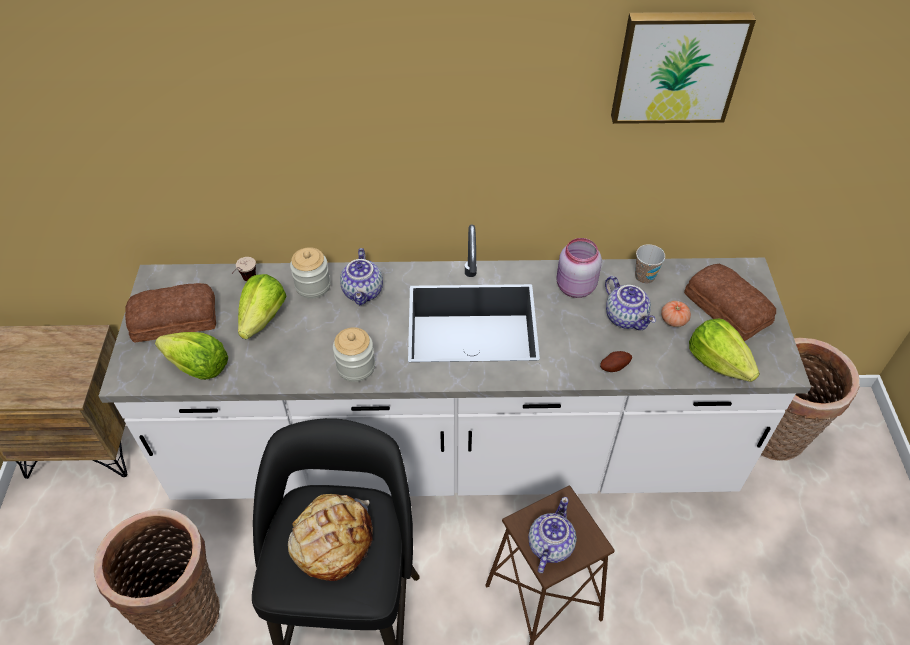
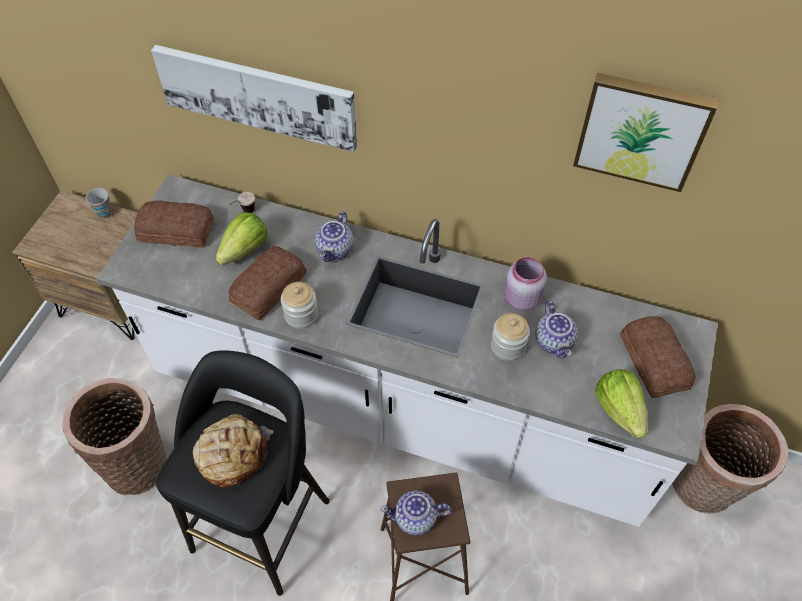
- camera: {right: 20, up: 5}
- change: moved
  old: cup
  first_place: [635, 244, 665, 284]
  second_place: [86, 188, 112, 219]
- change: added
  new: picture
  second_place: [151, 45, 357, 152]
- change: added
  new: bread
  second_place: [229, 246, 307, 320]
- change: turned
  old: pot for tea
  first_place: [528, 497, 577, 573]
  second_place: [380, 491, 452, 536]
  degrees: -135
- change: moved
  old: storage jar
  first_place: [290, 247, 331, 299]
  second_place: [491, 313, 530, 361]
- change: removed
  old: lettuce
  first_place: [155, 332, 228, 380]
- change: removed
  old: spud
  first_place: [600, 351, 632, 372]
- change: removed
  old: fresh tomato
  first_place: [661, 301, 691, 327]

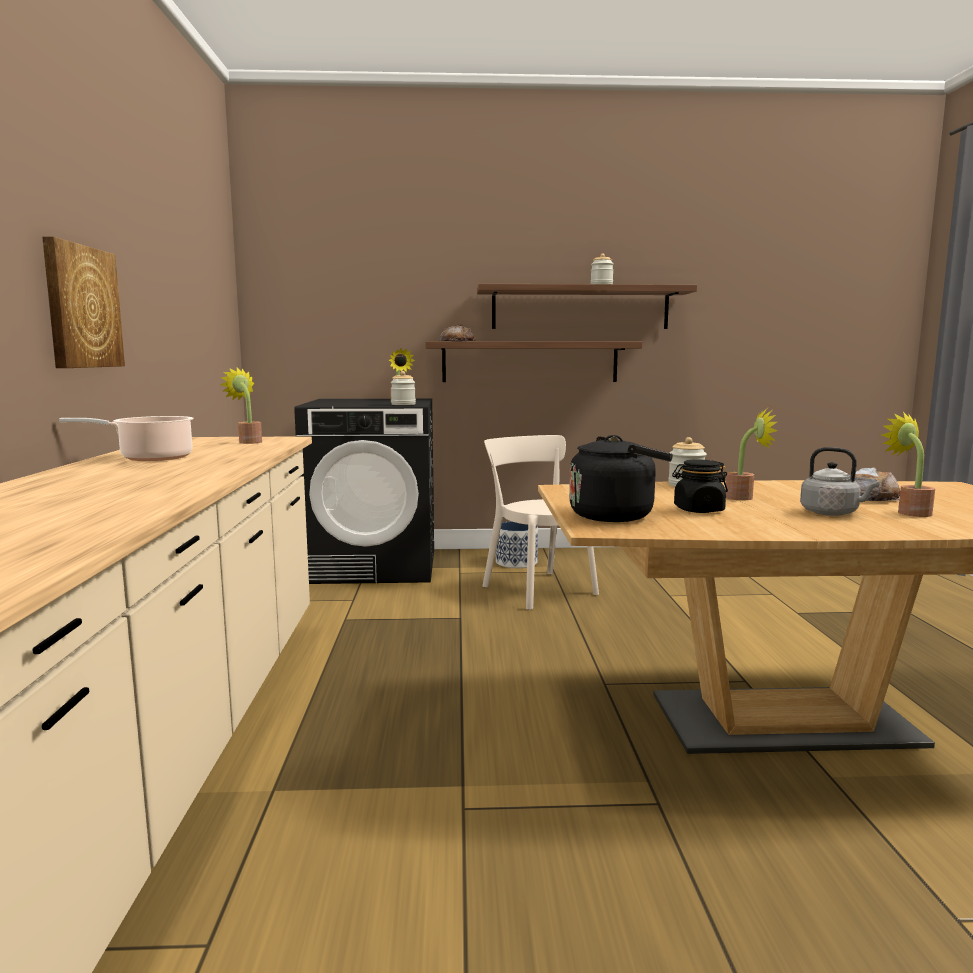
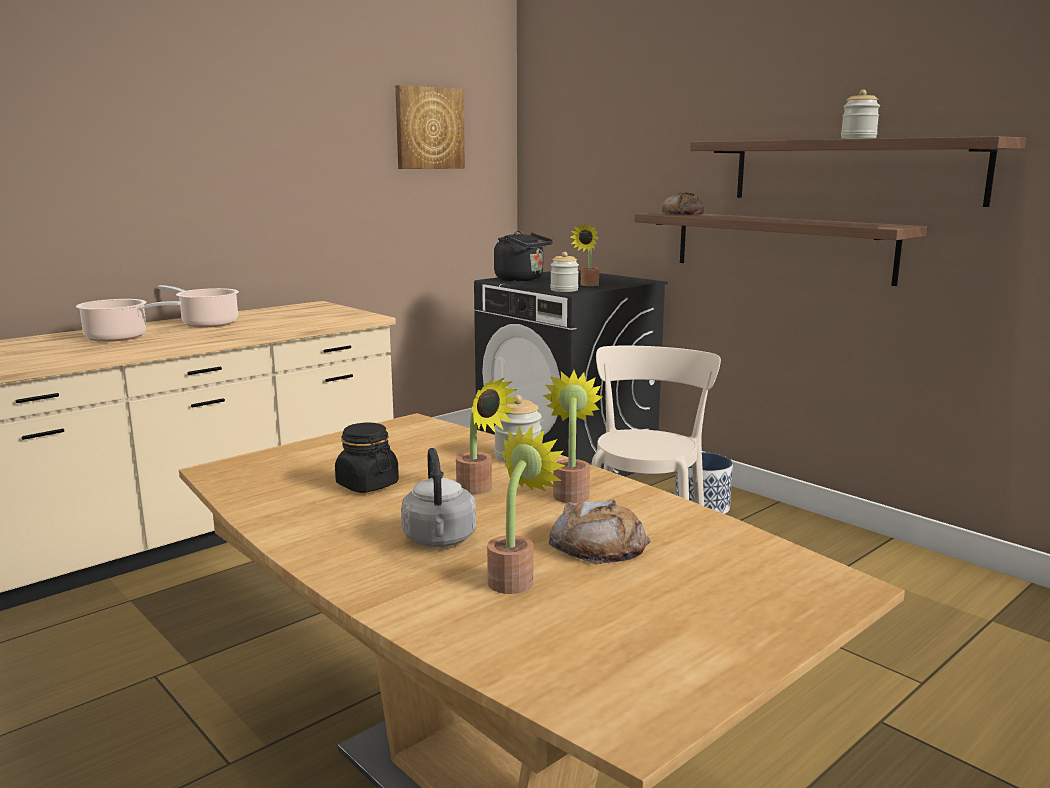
- camera: {right: 50, up: 5}
- change: added
  new: cooking pot
  second_place: [76, 299, 181, 342]
- change: moved
  old: picture
  first_place: [42, 237, 125, 368]
  second_place: [395, 85, 465, 169]
- change: moved
  old: blackish kettle
  first_place: [569, 435, 673, 522]
  second_place: [494, 231, 553, 281]
- change: moved
  old: plant in a pot
  first_place: [219, 367, 262, 444]
  second_place: [543, 370, 603, 503]

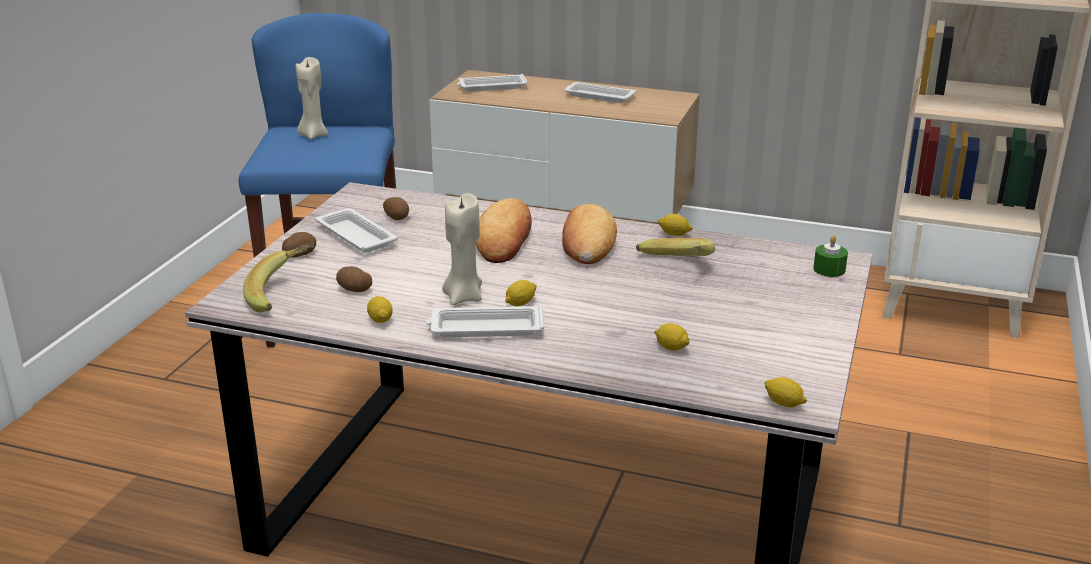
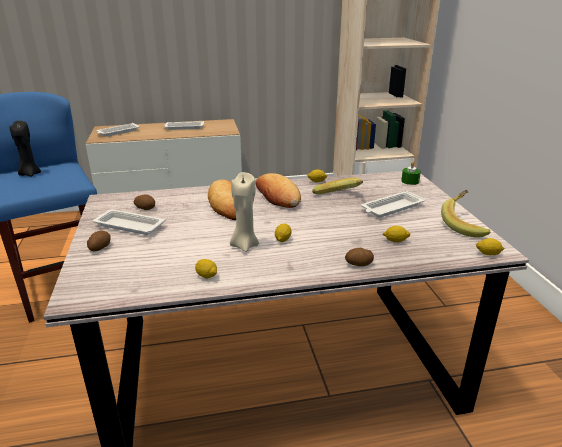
- camera: {right: -30, up: 0}
- change: recoloured
  old: beige-coloured wax candle
  new: blackish wax candle
  first_place: [296, 57, 328, 139]
  second_place: [9, 121, 41, 176]
- change: moved
  old: spud
  first_place: [336, 266, 372, 292]
  second_place: [345, 248, 374, 266]
- change: moved
  old: whitish carrying tray
  first_place: [426, 305, 544, 337]
  second_place: [361, 190, 425, 217]
- change: moved
  old: banana fruit
  first_place: [243, 243, 314, 313]
  second_place: [441, 190, 490, 238]

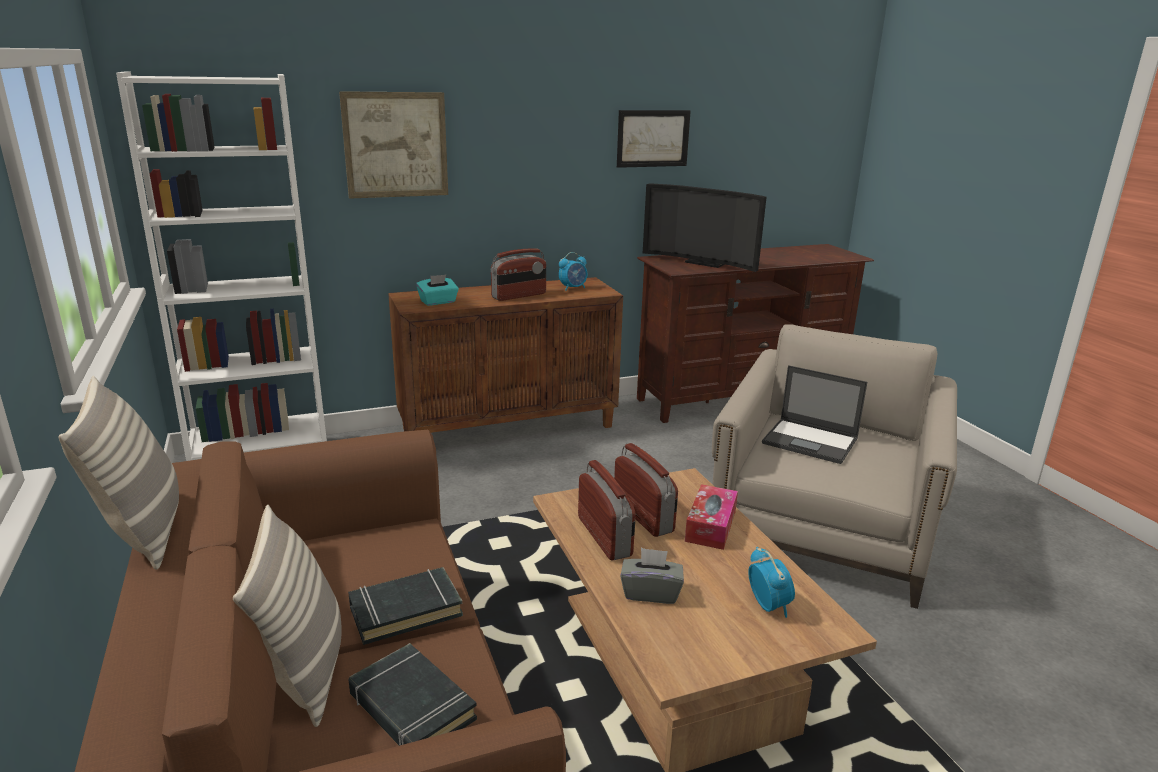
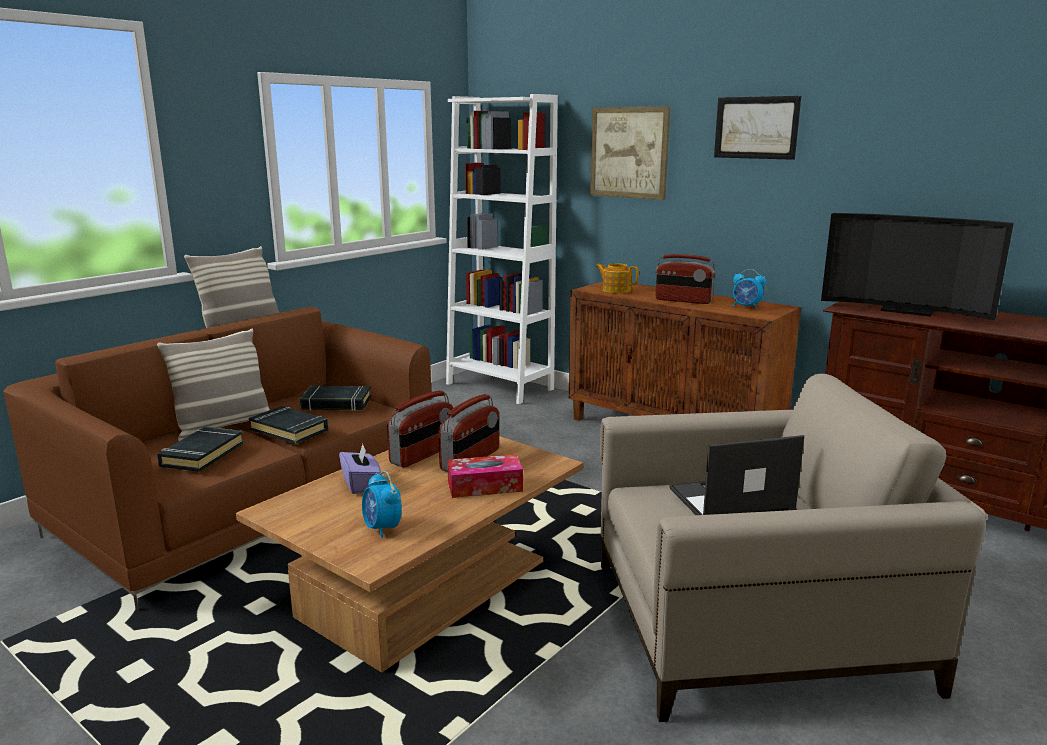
- camera: {right: 60, up: -5}
- change: added
  new: blackish bound book
  second_place: [300, 386, 371, 411]
- change: recoloured
  old: gray tissue box
  new: purplish tissue box
  first_place: [620, 548, 684, 604]
  second_place: [339, 444, 381, 494]
- change: turned
  old: alarm clock
  first_place: [748, 547, 795, 618]
  second_place: [362, 471, 402, 538]
  degrees: 105
- change: replaced
  old: turquoise-coloured tissue box
  new: pot for tea
  first_place: [416, 275, 459, 306]
  second_place: [596, 263, 638, 294]
- change: turned
  old: notebook computer
  first_place: [762, 365, 867, 464]
  second_place: [669, 435, 804, 515]
  degrees: 75
- change: moved
  old: picture
  first_place: [617, 110, 691, 168]
  second_place: [714, 96, 801, 160]
- change: turned
  old: TV set
  first_place: [643, 183, 766, 272]
  second_place: [821, 213, 1014, 320]
  degrees: -60

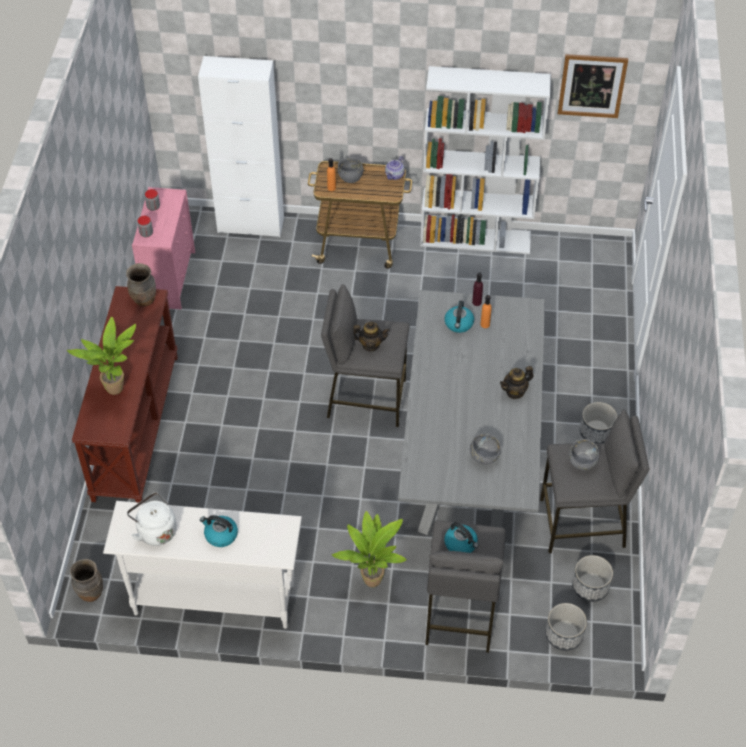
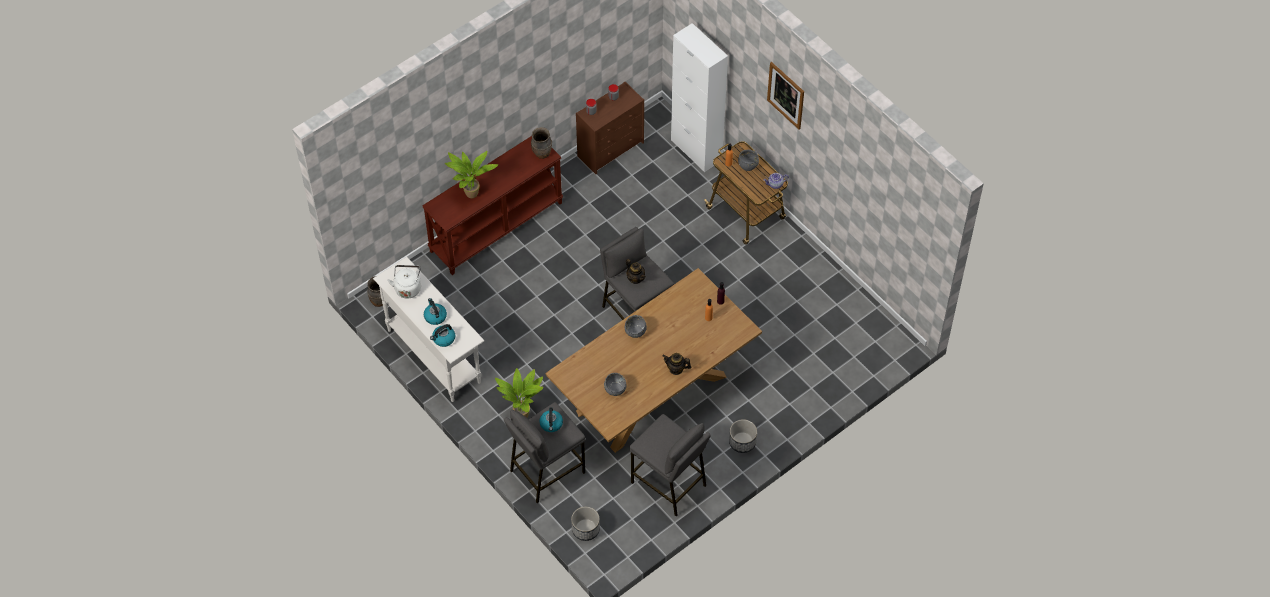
- camera: {right: 45, up: 5}
- change: moved
  old: kettle
  first_place: [445, 301, 474, 333]
  second_place: [430, 324, 455, 347]
- change: recoloured
  old: gray dinner table
  new: brownish dinner table
  first_place: [398, 290, 545, 535]
  second_place: [546, 268, 762, 453]
- change: recoloured
  old: pinkish drawer chest
  new: brownish drawer chest
  first_place: [132, 187, 195, 309]
  second_place: [576, 82, 644, 174]
- change: moved
  old: gray serving bowl
  first_place: [569, 439, 599, 470]
  second_place: [625, 315, 647, 338]
- change: moved
  old: picture
  first_place: [558, 54, 628, 118]
  second_place: [767, 62, 804, 129]
- change: removed
  old: whitish bookcase
  first_place: [420, 66, 551, 254]
- change: removed
  old: plant pot
  first_place: [572, 555, 613, 602]

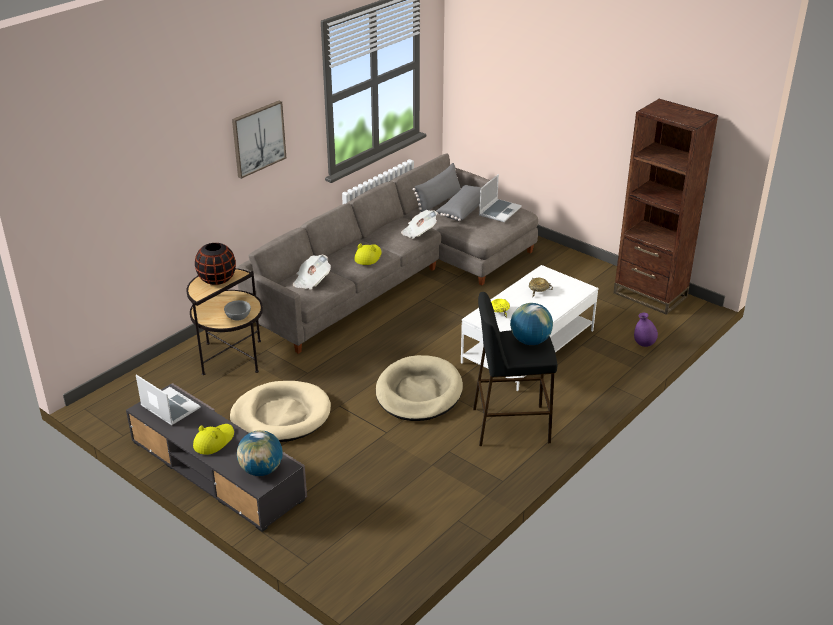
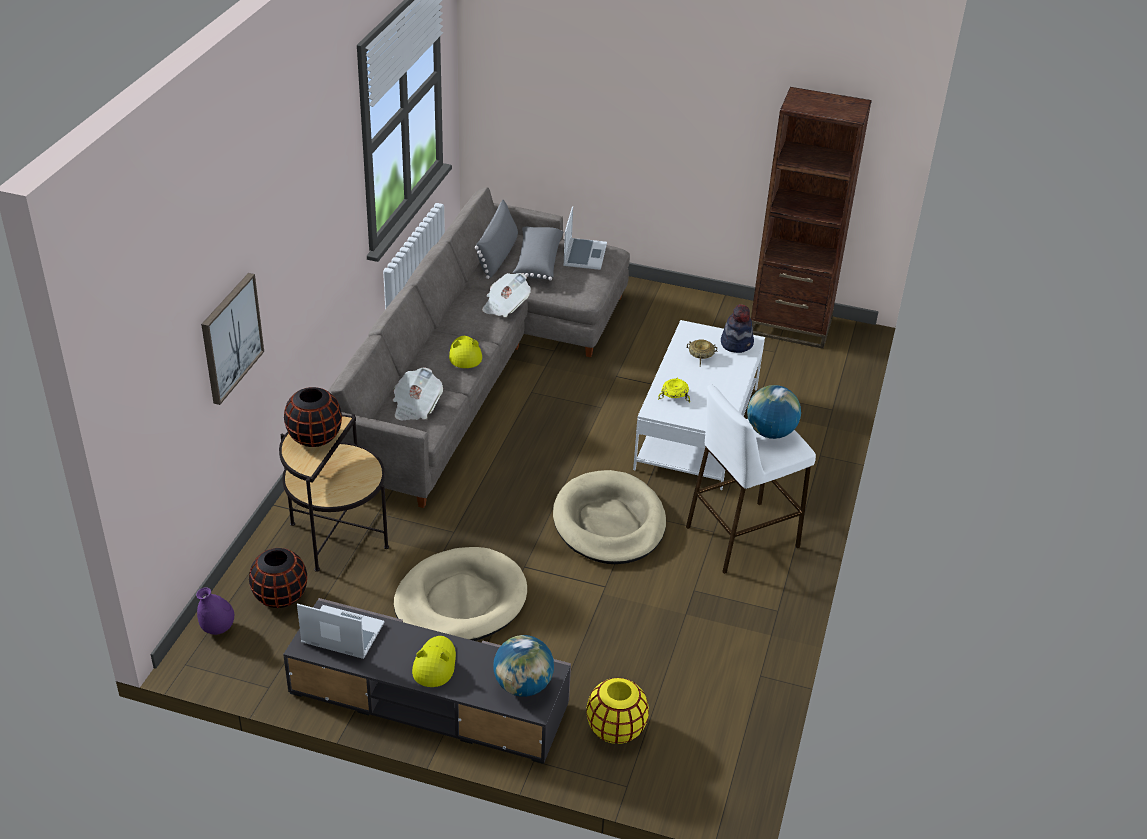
- camera: {right: -25, up: 5}
- change: moved
  old: purplish vase
  first_place: [634, 313, 658, 347]
  second_place: [196, 587, 234, 635]
- change: moved
  old: picture
  first_place: [232, 101, 286, 179]
  second_place: [201, 273, 264, 405]
- change: added
  new: blackish vase
  second_place: [249, 548, 307, 608]
- change: added
  new: yellowish vase
  second_place: [586, 678, 649, 744]
- change: recoloured
  old: blackish stool seat
  new: whitish stool seat
  first_place: [473, 292, 557, 446]
  second_place: [686, 384, 816, 574]
- change: added
  new: clothing hat
  second_place: [721, 304, 754, 353]
- change: removed
  old: gray serving bowl
  first_place: [224, 300, 251, 321]

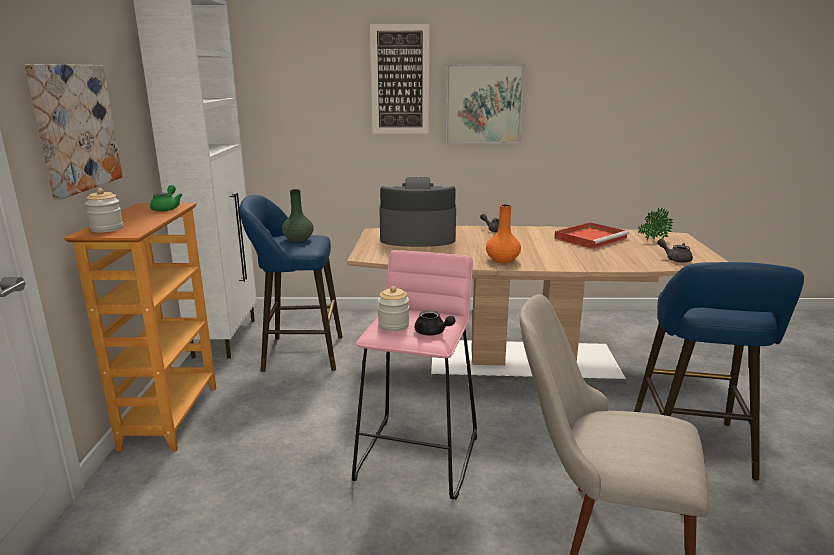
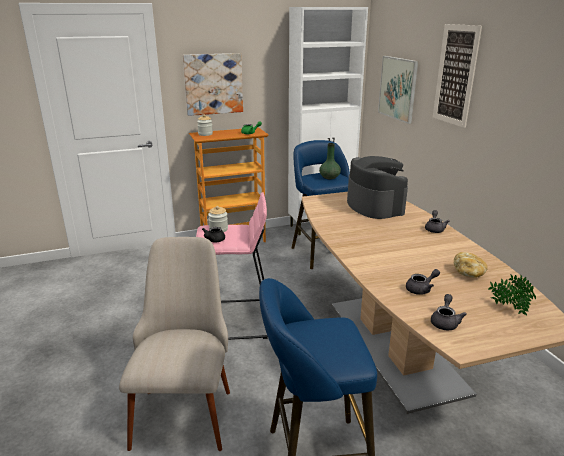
- camera: {right: 70, up: 5}
- change: moved
  old: picture
  first_place: [445, 64, 525, 143]
  second_place: [378, 56, 418, 124]
- change: added
  new: gray pot for tea
  second_place: [406, 269, 440, 295]
- change: replaced
  old: red-coloured carrying tray
  new: bread
  first_place: [554, 222, 629, 249]
  second_place: [454, 252, 488, 278]
- change: removed
  old: orange vase
  first_place: [486, 204, 521, 263]

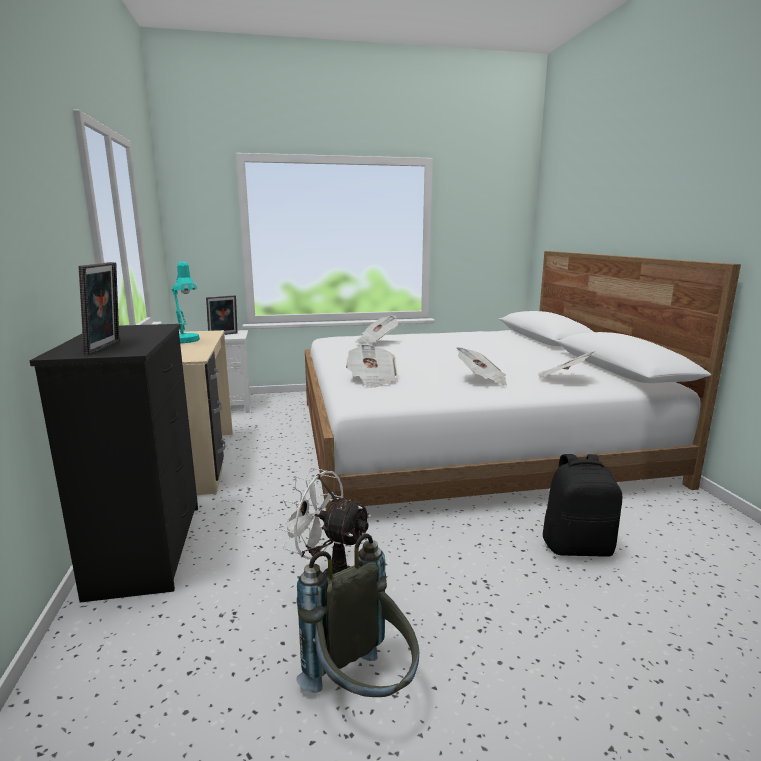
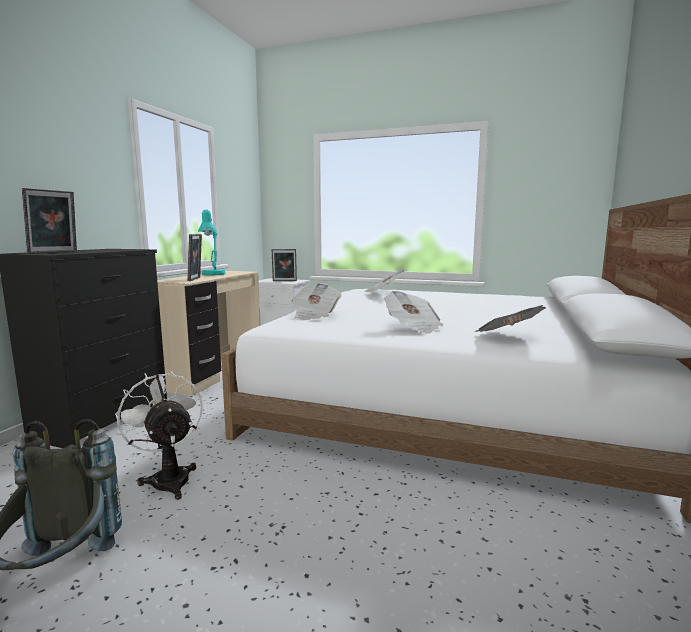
- camera: {right: 30, up: -5}
- change: added
  new: picture frame
  second_place: [187, 234, 202, 281]
- change: removed
  old: blackish knapsack
  first_place: [543, 454, 622, 557]

